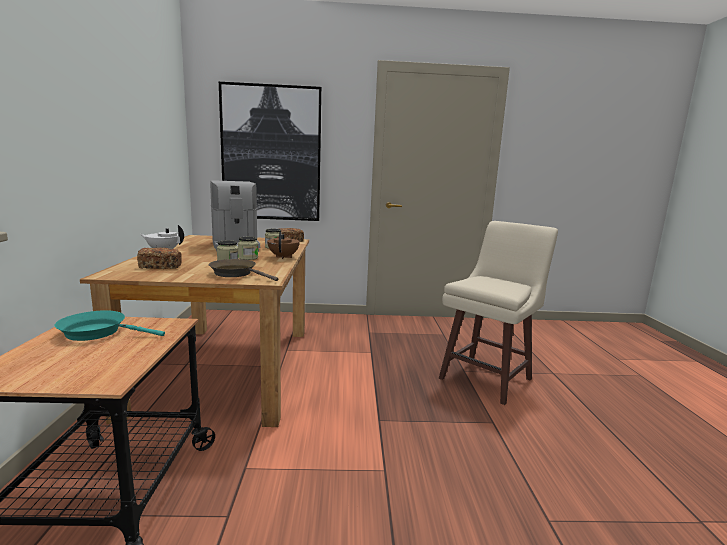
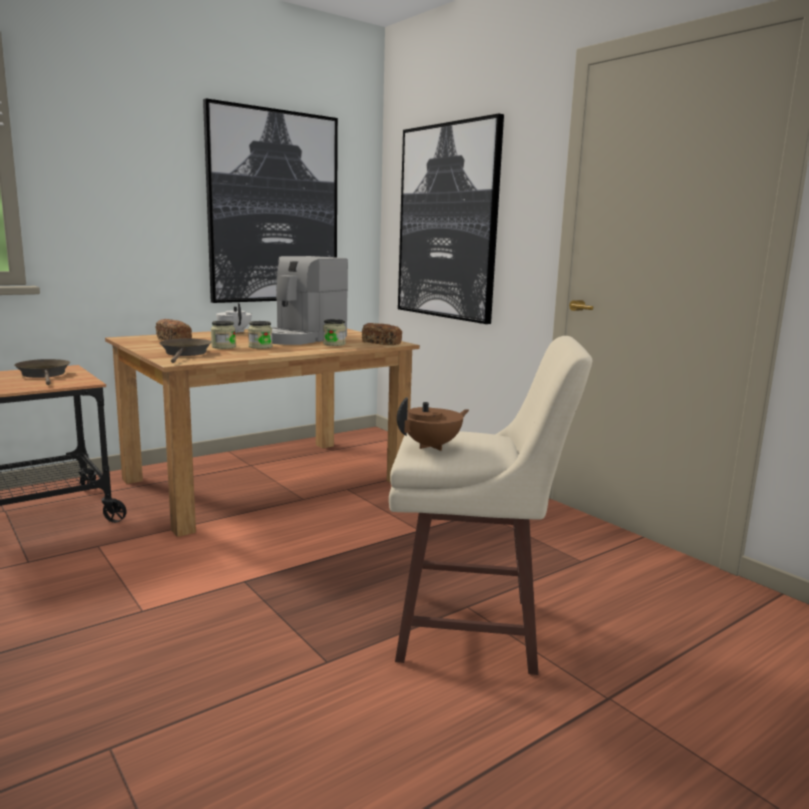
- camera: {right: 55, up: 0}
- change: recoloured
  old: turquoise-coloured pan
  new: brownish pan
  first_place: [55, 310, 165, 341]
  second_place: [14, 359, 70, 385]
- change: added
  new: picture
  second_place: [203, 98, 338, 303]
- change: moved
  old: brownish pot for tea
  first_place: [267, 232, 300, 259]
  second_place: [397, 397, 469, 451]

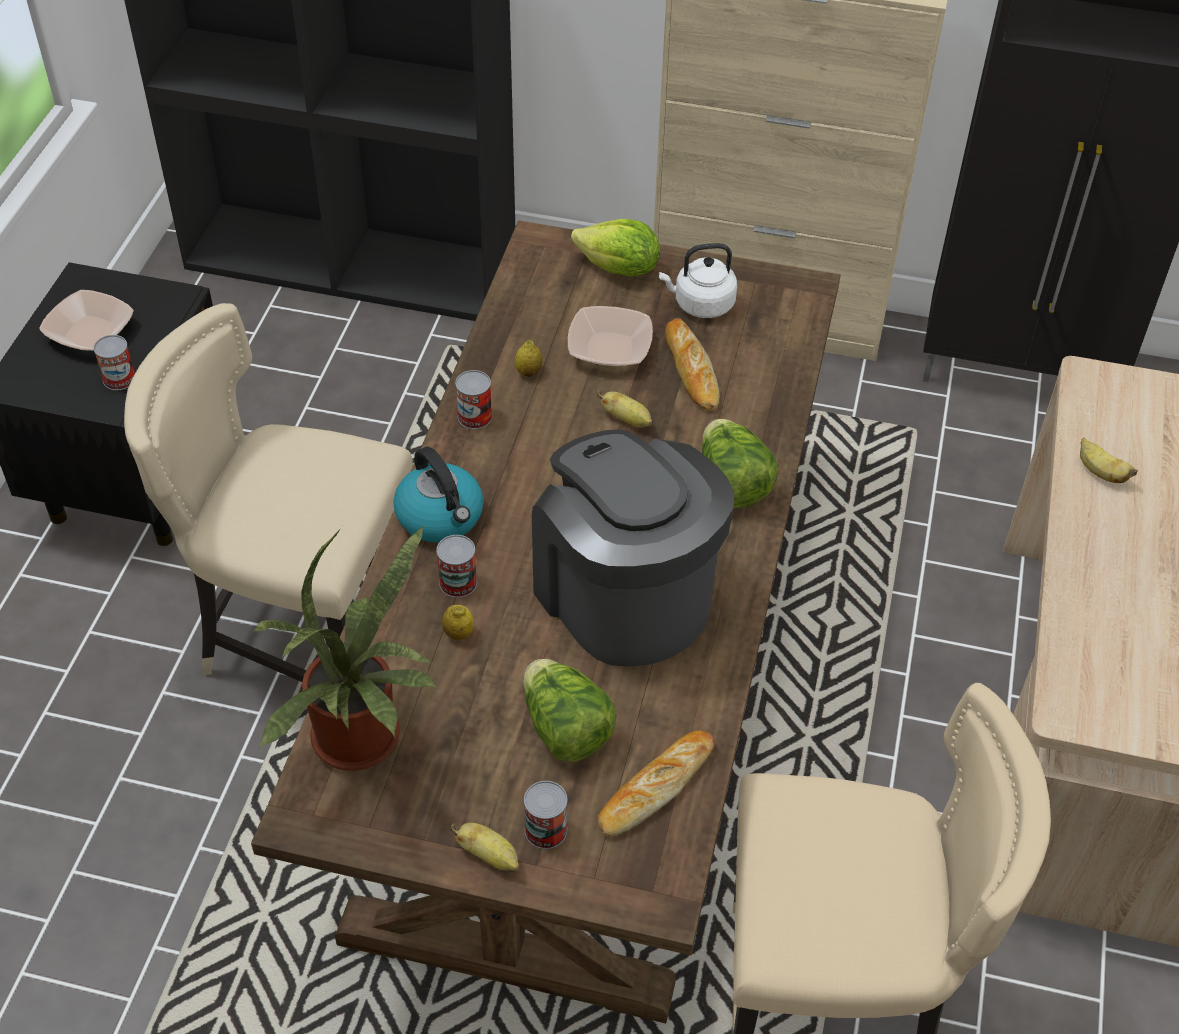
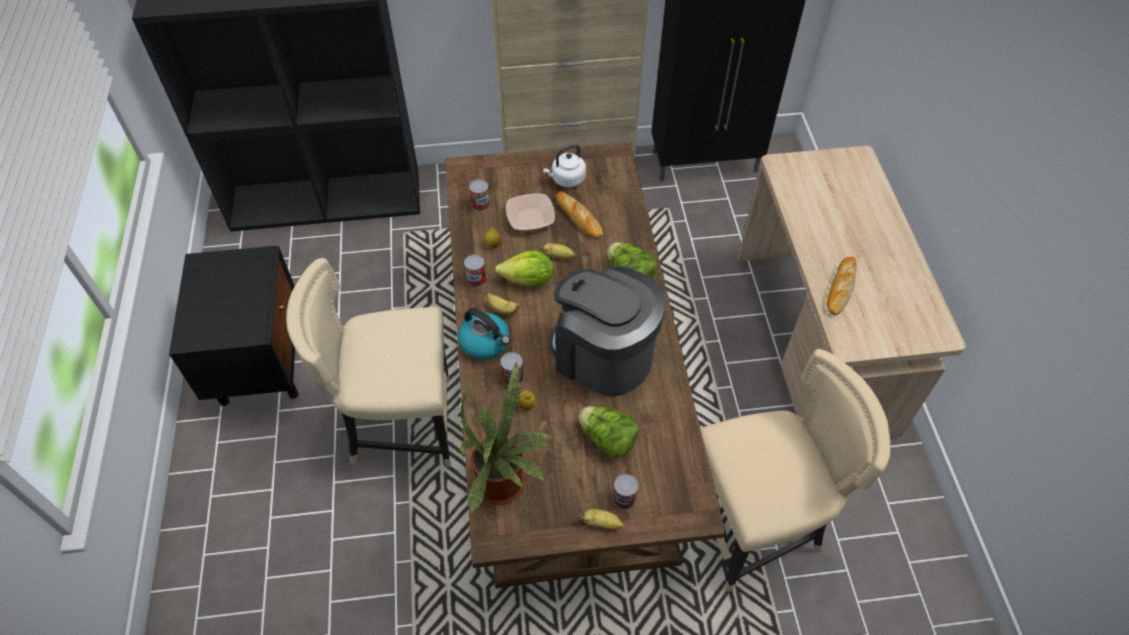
- camera: {right: -20, up: 5}
- change: moved
  old: metal can
  first_place: [93, 335, 135, 390]
  second_place: [469, 179, 490, 211]
- change: moved
  old: banana fruit
  first_place: [1080, 438, 1138, 483]
  second_place: [487, 293, 520, 315]
- change: moved
  old: lettuce
  first_place: [571, 219, 660, 277]
  second_place: [495, 251, 554, 286]
- change: moved
  old: bread
  first_place: [597, 730, 715, 836]
  second_place: [827, 257, 857, 315]
- change: removed
  old: serving bowl
  first_place: [39, 290, 133, 351]

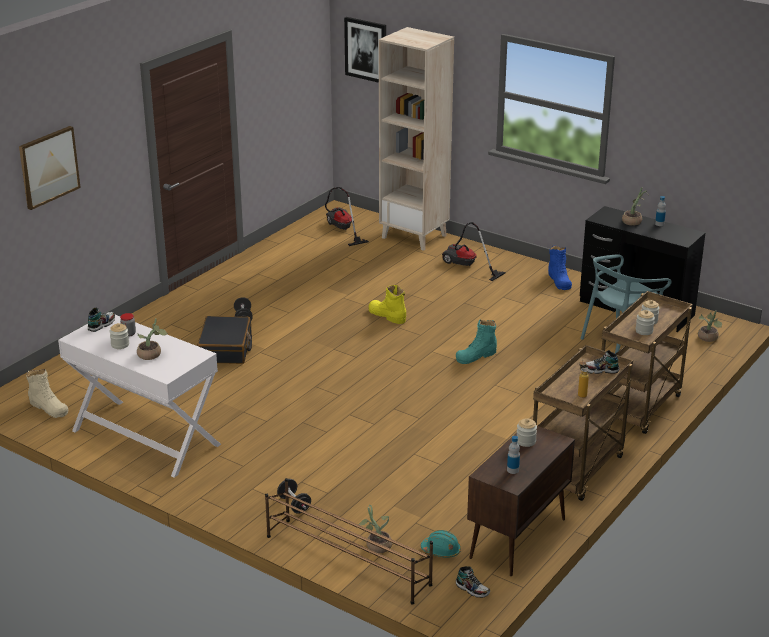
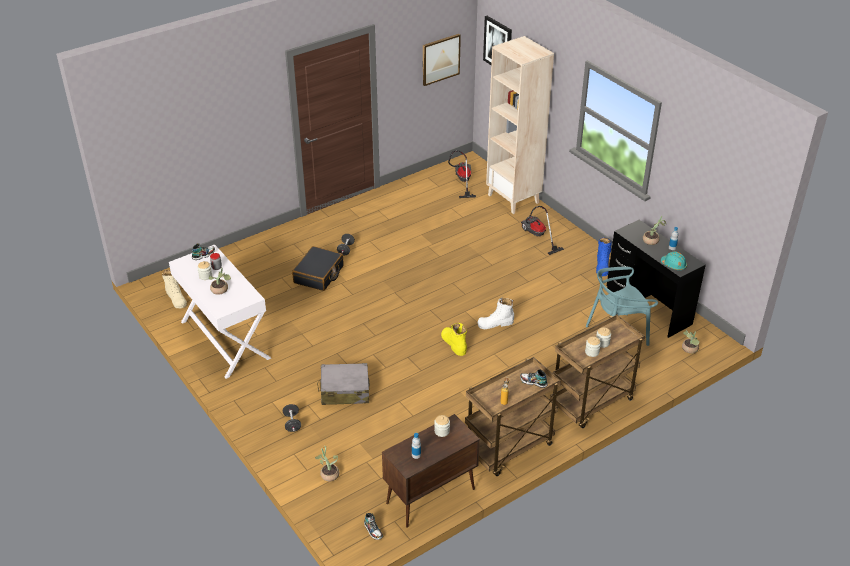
- camera: {right: 20, up: 10}
- change: added
  new: gray piece of luggage
  second_place: [317, 363, 370, 405]
- change: moved
  old: picture
  first_place: [19, 126, 81, 210]
  second_place: [423, 34, 461, 86]
- change: moved
  old: yellowish boot
  first_place: [368, 285, 406, 324]
  second_place: [441, 323, 467, 356]
- change: recoloured
  old: turquoise-coloured boot
  new: whitish boot
  first_place: [456, 320, 497, 364]
  second_place: [478, 297, 514, 329]
- change: moved
  old: turquoise-coloured hard hat
  first_place: [421, 530, 461, 558]
  second_place: [661, 251, 687, 270]
- change: removed
  old: brownish shoe shelf
  first_place: [265, 478, 433, 604]

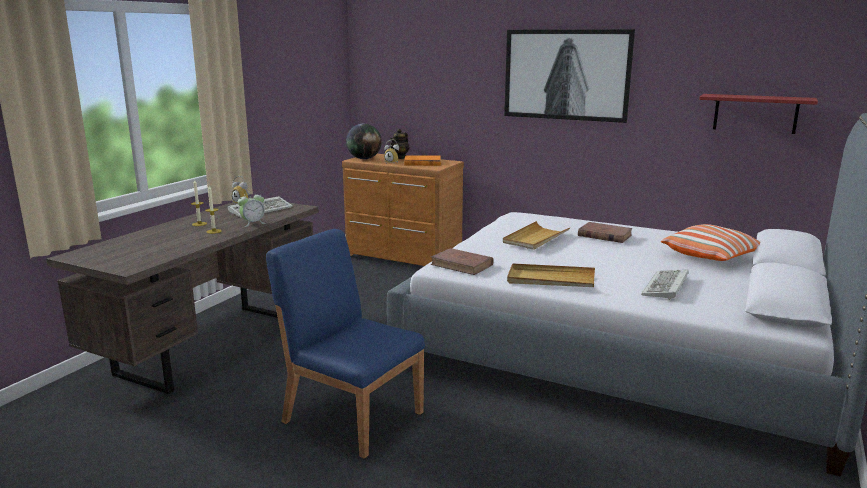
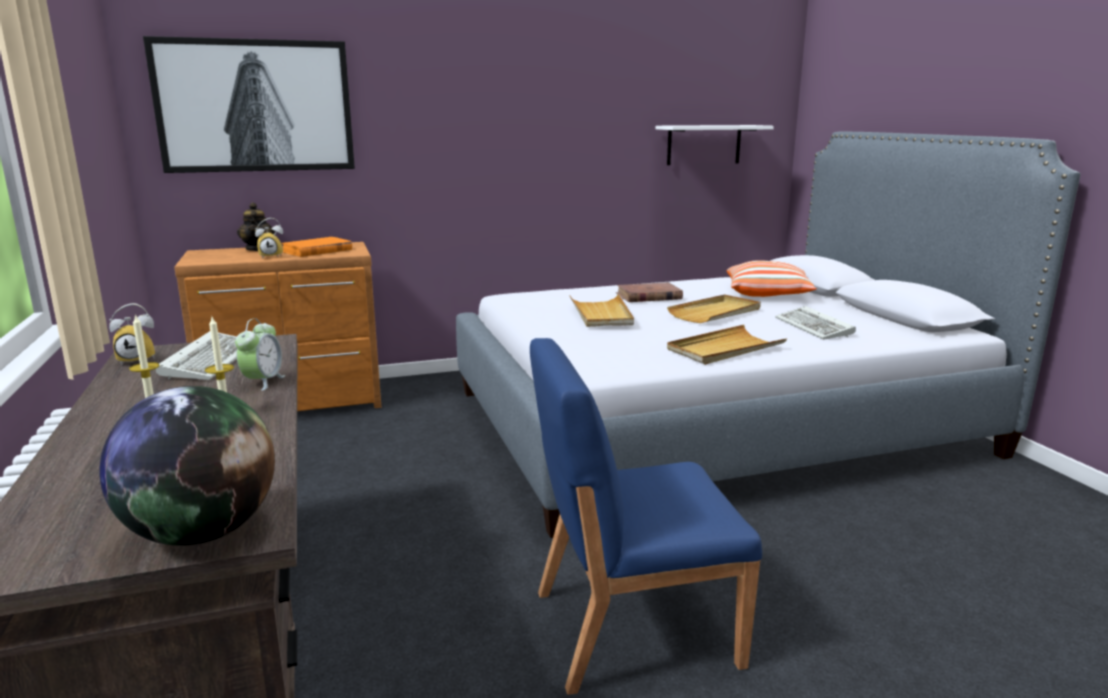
- camera: {right: -45, up: 0}
- change: moved
  old: desk globe
  first_place: [346, 123, 382, 159]
  second_place: [99, 386, 275, 546]
- change: moved
  old: picture
  first_place: [504, 29, 635, 123]
  second_place: [143, 36, 355, 173]
- change: recoloured
  old: red-coloured shelf
  new: whitish shelf
  first_place: [699, 94, 818, 134]
  second_place: [656, 125, 774, 165]
- change: added
  new: beige-coloured carrying tray
  second_place: [667, 294, 761, 323]
- change: removed
  old: brownish bound book
  first_place: [431, 248, 494, 275]

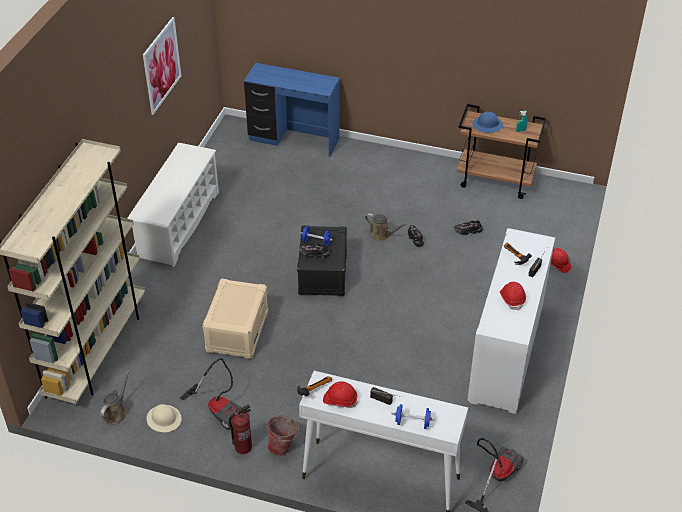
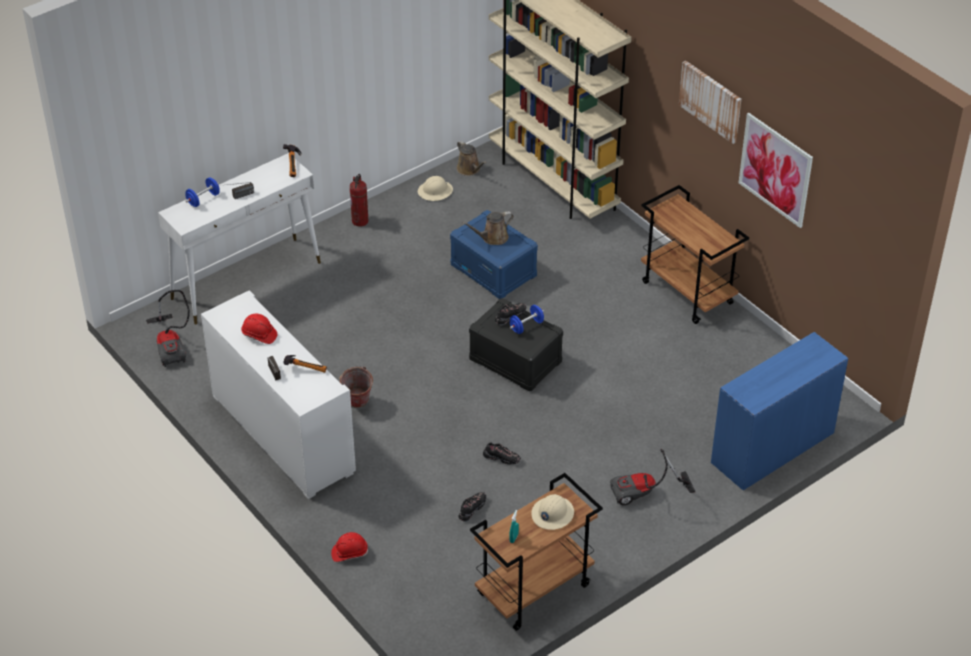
- camera: {right: 125, up: 0}
- change: moved
  old: bucket
  first_place: [267, 415, 299, 456]
  second_place: [339, 366, 373, 408]
- change: recoloured
  old: beige-coloured storage box
  new: blue storage box
  first_place: [202, 279, 268, 359]
  second_place: [450, 210, 538, 299]
- change: moved
  old: brownish sprinkling can
  first_place: [365, 213, 408, 241]
  second_place: [462, 211, 514, 245]
- change: recoloured
  old: blue hard hat
  new: beige-coloured hard hat
  first_place: [472, 112, 503, 133]
  second_place: [531, 494, 574, 530]
- change: moved
  old: hoover
  first_place: [180, 358, 242, 430]
  second_place: [610, 449, 695, 505]
- change: replaced
  old: whitish shoe shelf
  new: brownish cart
  first_place: [127, 143, 219, 267]
  second_place: [641, 185, 749, 324]
- change: added
  new: picture
  second_place: [679, 61, 741, 144]
- change: removed
  old: red-coloured hard hat
  first_place: [323, 381, 358, 408]

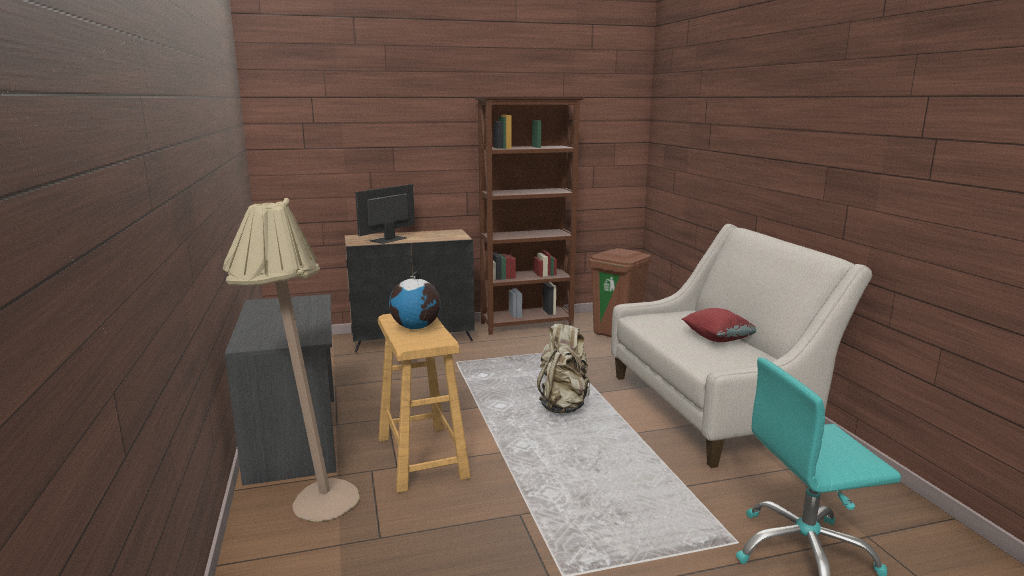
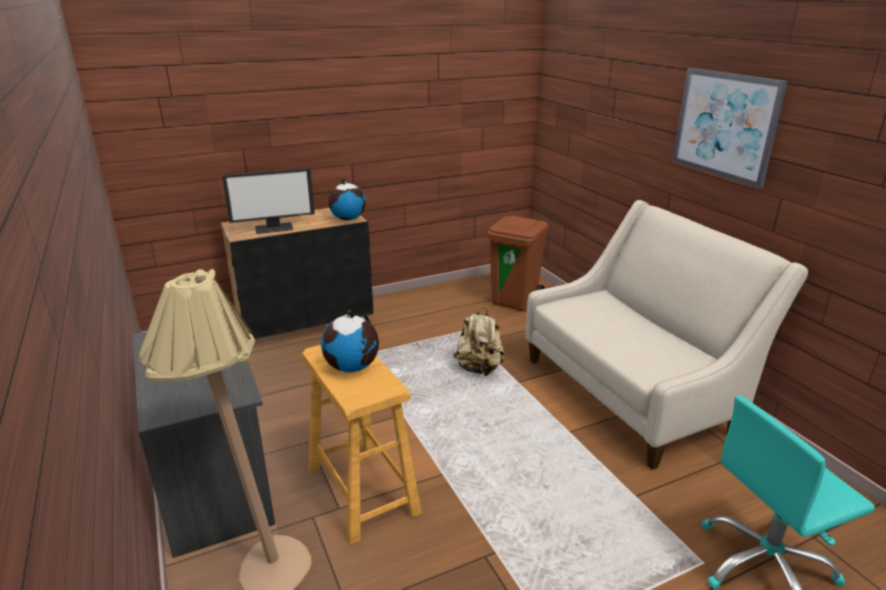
- camera: {right: -10, up: 10}
- change: turned
  old: computer screen
  first_place: [355, 184, 415, 244]
  second_place: [222, 168, 315, 234]
  degrees: -135
- change: added
  new: desk globe
  second_place: [328, 179, 366, 220]
- change: added
  new: picture
  second_place: [672, 68, 788, 188]
- change: removed
  old: brownish bookcase
  first_place: [475, 98, 584, 335]
- change: removed
  old: beige-coloured knapsack
  first_place: [537, 341, 590, 414]
- change: removed
  old: red-coloured pillow
  first_place: [682, 308, 756, 342]

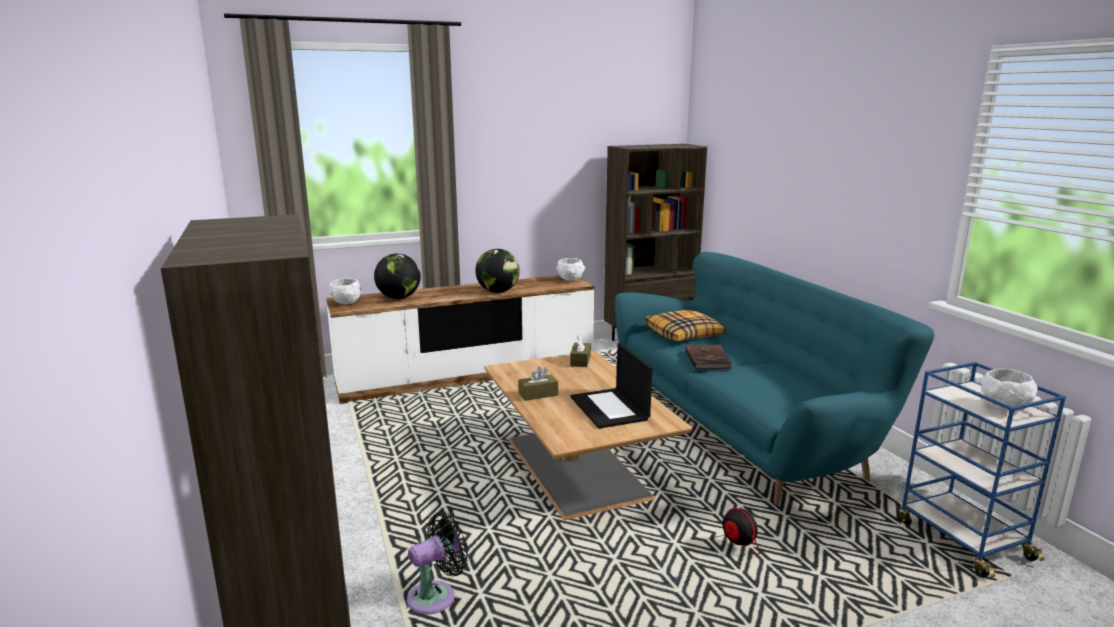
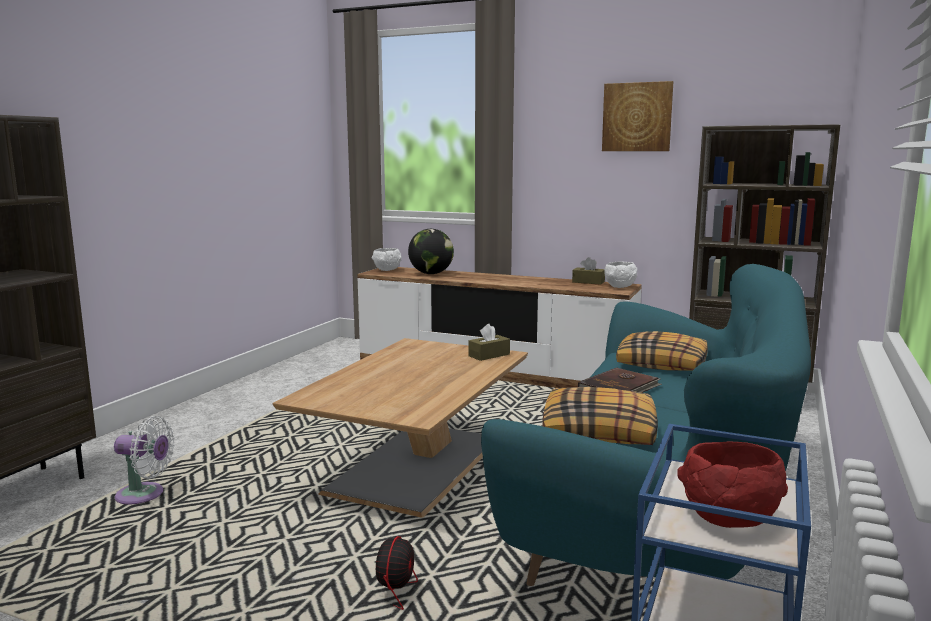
- camera: {right: 45, up: -5}
- change: recoloured
  old: blackish electric fan
  new: whitish electric fan
  first_place: [407, 512, 468, 614]
  second_place: [114, 416, 174, 504]
- change: added
  new: pillow
  second_place: [542, 387, 658, 445]
- change: moved
  old: brownish tissue box
  first_place: [518, 367, 558, 401]
  second_place: [572, 257, 605, 285]
- change: added
  new: picture
  second_place: [602, 81, 673, 151]
- change: recoloured
  old: whitish serving bowl
  new: red-coloured serving bowl
  first_place: [982, 369, 1038, 412]
  second_place: [677, 441, 788, 528]
- change: removed
  old: desk globe
  first_place: [475, 249, 520, 293]
- change: removed
  old: notebook computer
  first_place: [571, 343, 652, 429]

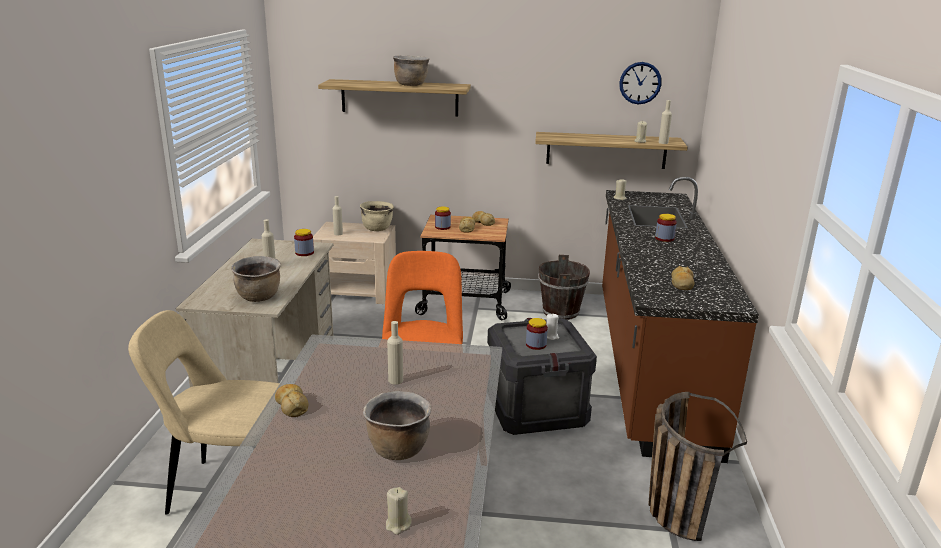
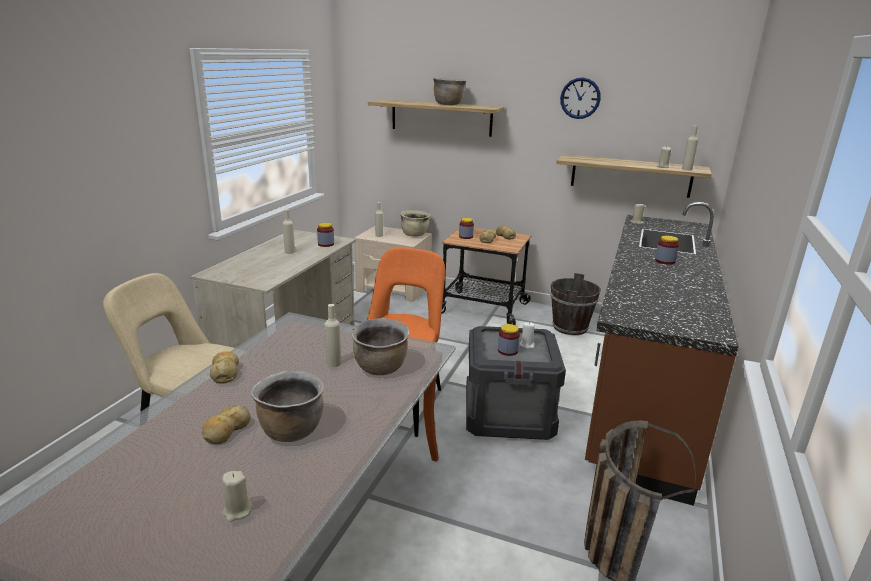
- camera: {right: 15, up: 0}
- change: moved
  old: bread
  first_place: [671, 266, 694, 290]
  second_place: [202, 404, 251, 444]
- change: moved
  old: brownish cooking pot
  first_place: [231, 256, 281, 302]
  second_place: [351, 318, 410, 375]
- change: moved
  old: wall clock
  first_place: [619, 62, 662, 104]
  second_place: [560, 77, 601, 119]

